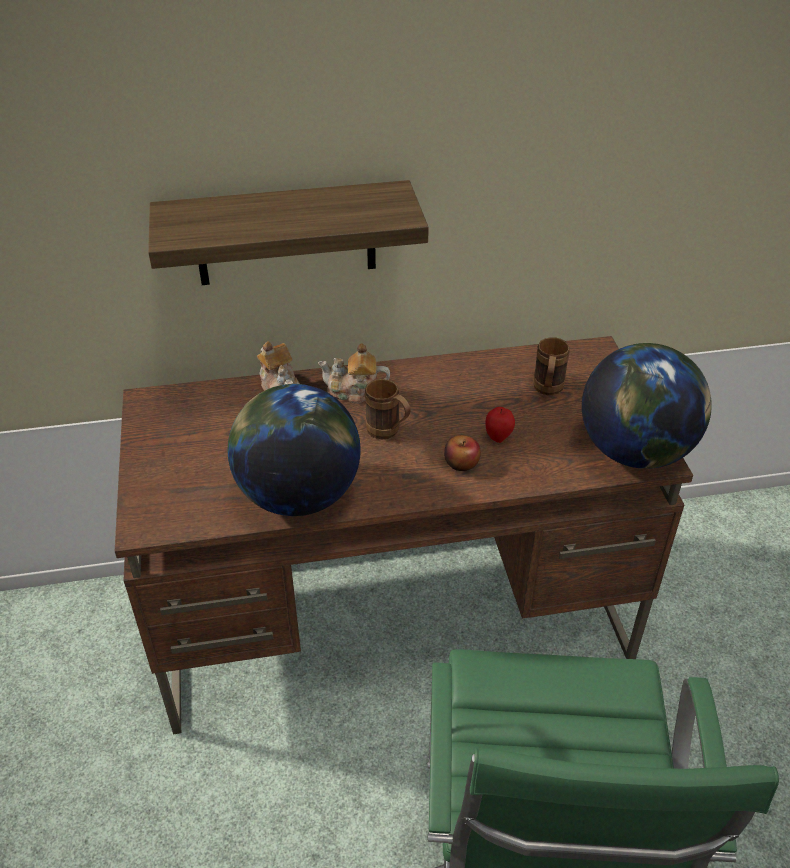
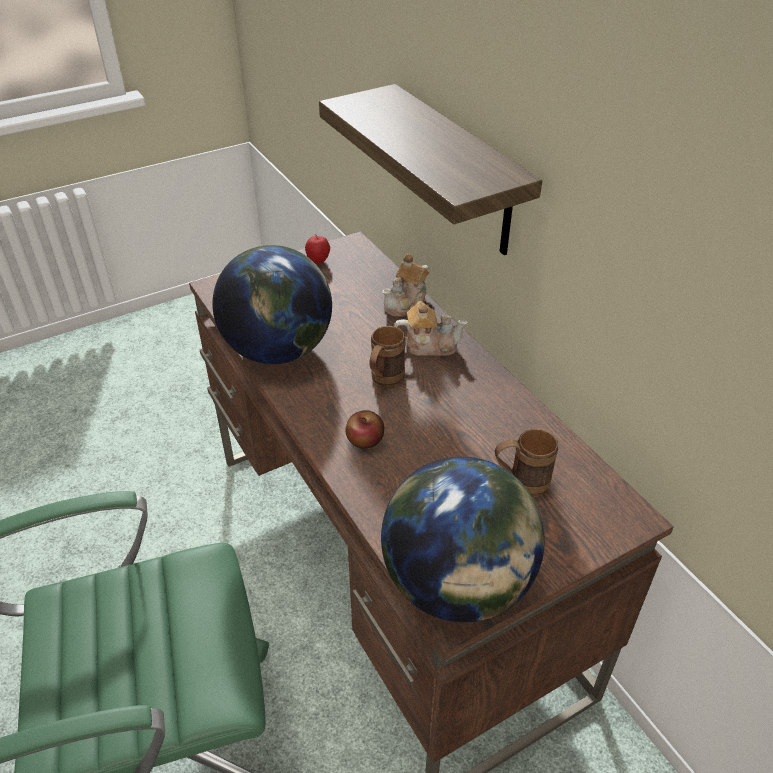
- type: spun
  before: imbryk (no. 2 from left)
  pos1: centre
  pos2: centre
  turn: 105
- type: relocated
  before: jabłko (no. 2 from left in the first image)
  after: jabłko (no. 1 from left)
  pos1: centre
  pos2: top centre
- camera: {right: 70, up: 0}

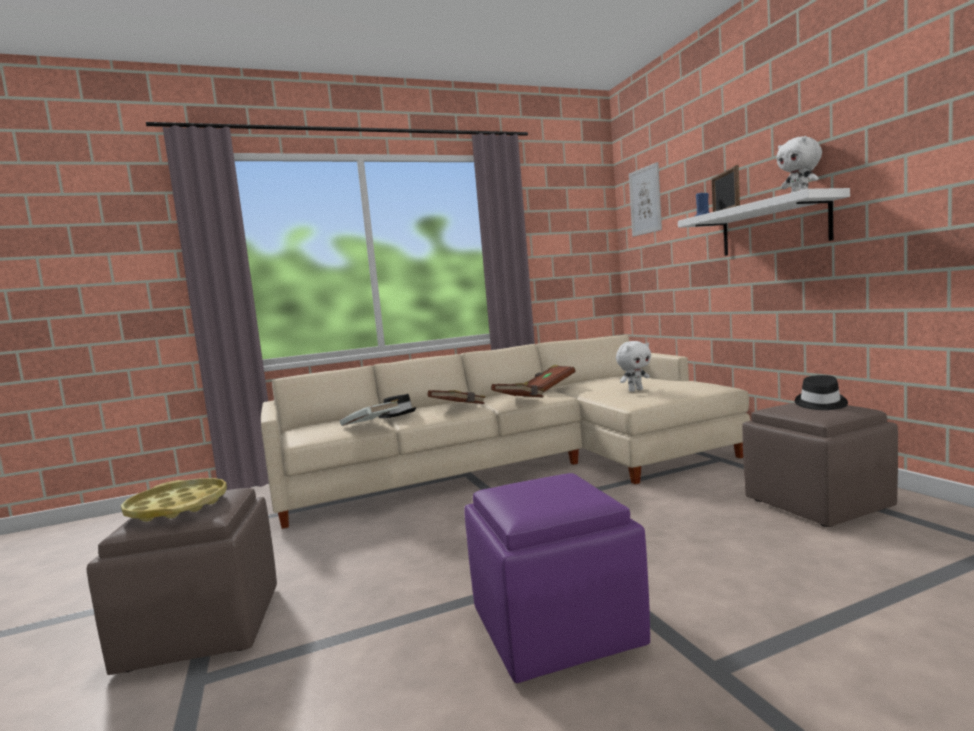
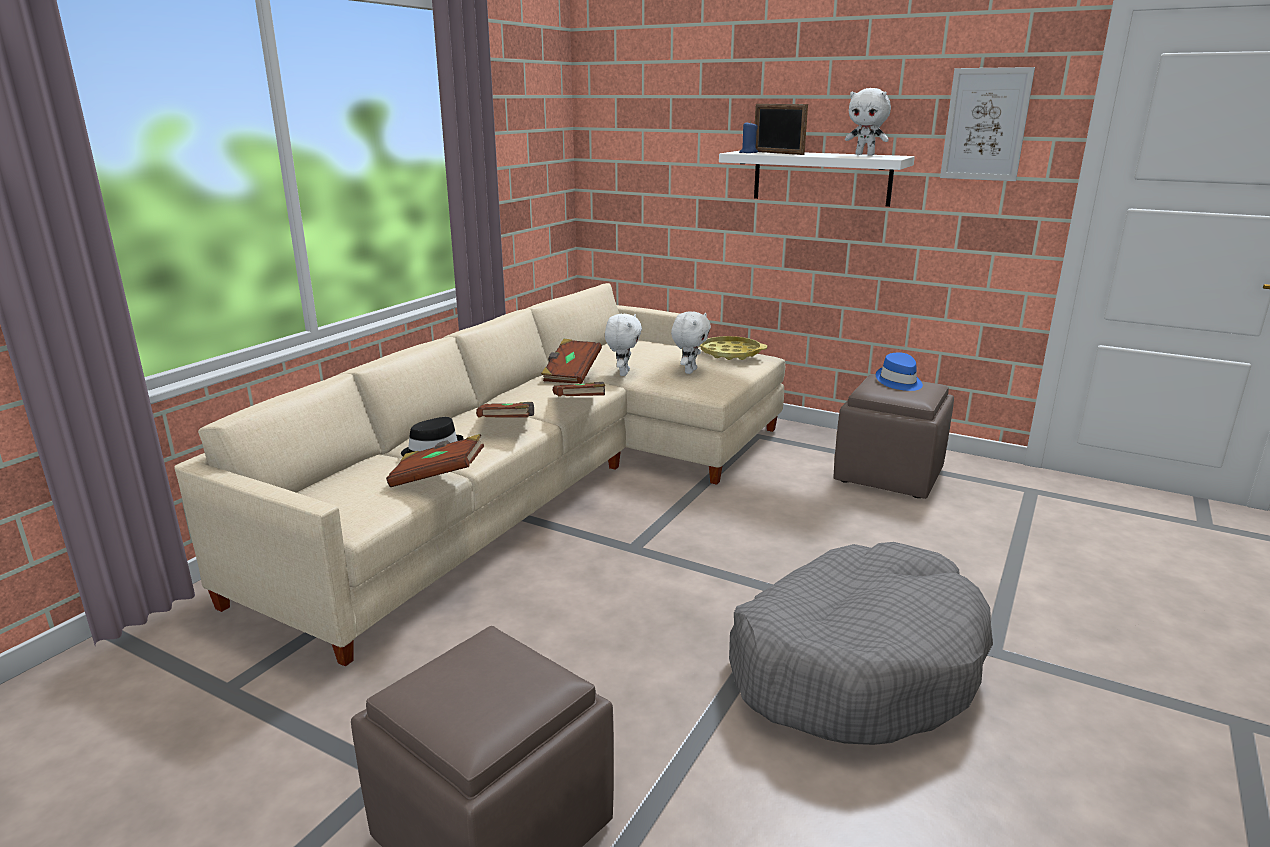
- type: relocated
  before: taca (żółty)
  pos1: bottom left
  pos2: centre
- type: colour
  before: książka (biały)
  after: książka (brązowy) (no. 1 from left)
  pos1: centre
  pos2: centre
- type: exchanged
  before: pufa (fioletowy)
  after: legowisko (szary)
  pos1: bottom centre
  pos2: bottom right
- type: relocated
  before: obraz
  pos1: top centre
  pos2: top right
- type: colour
  before: kapelusz (czarny) (no. 2 from left)
  after: kapelusz (niebieski)
  pos1: middle right
  pos2: middle right
- type: appeared
  after: pluszak (biały) (no. 1 from left)
  pos2: centre
- camera: {right: -40, up: 15}

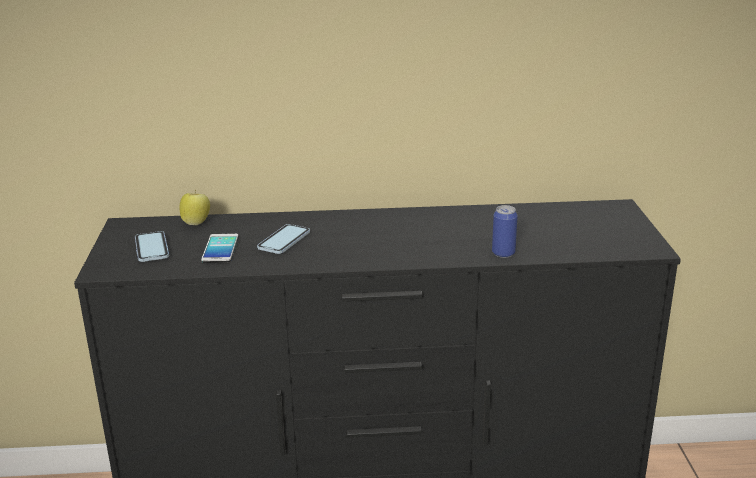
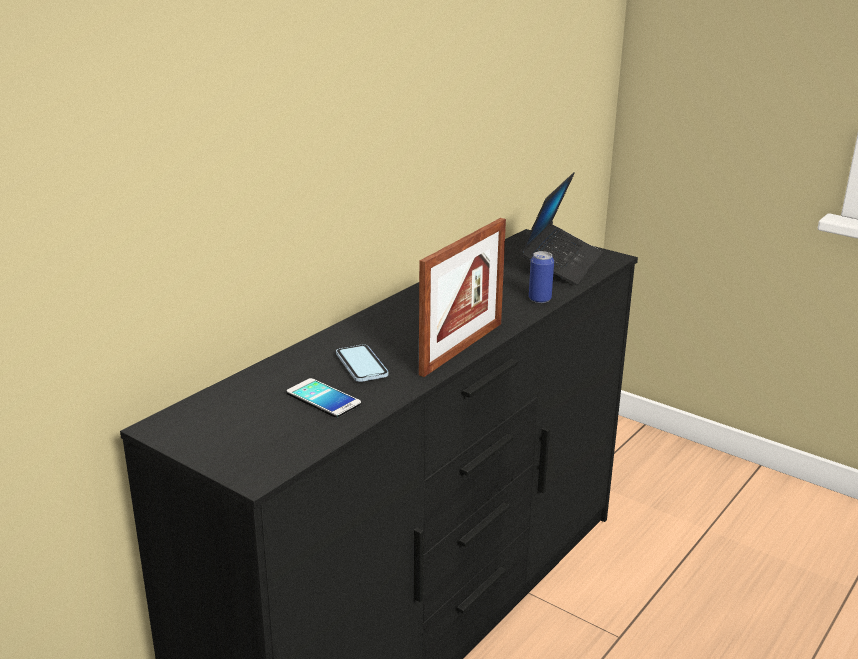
- type: missing
  before: telefon (no. 1 from left)
  pos1: middle left
- type: missing
  before: jabłko
  pos1: middle left
- type: appeared
  after: ramka na zdjęcie
  pos2: centre
- type: appeared
  after: laptop
  pos2: centre
- camera: {right: -50, up: 0}

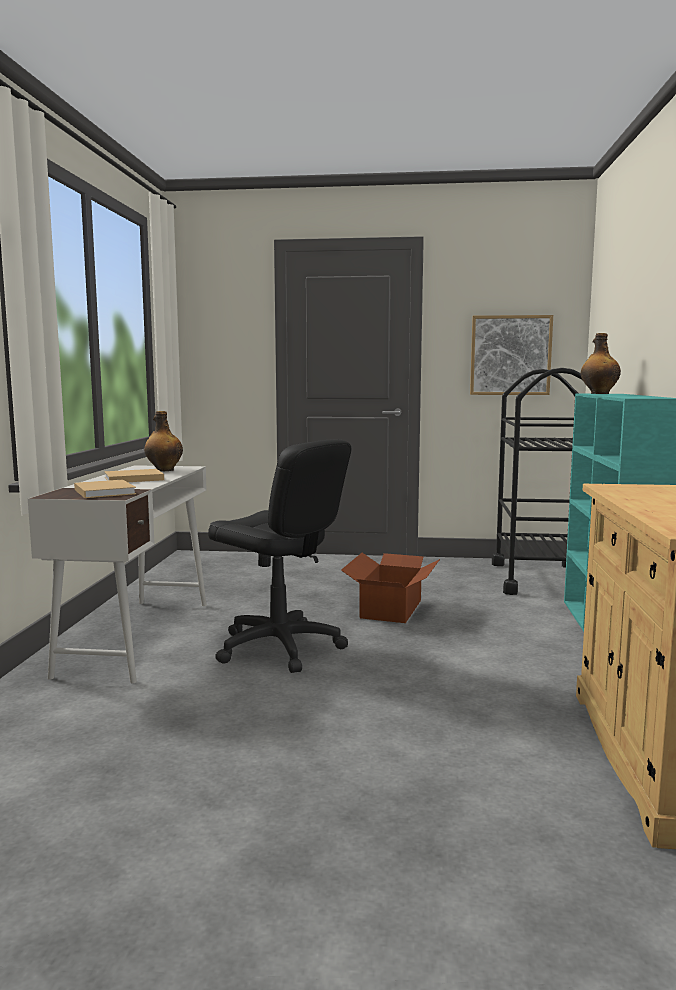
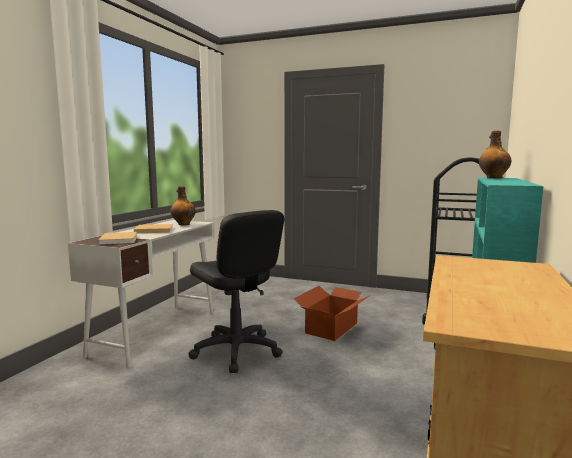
- type: missing
  before: obraz
  pos1: middle right
- camera: {right: 15, up: 0}

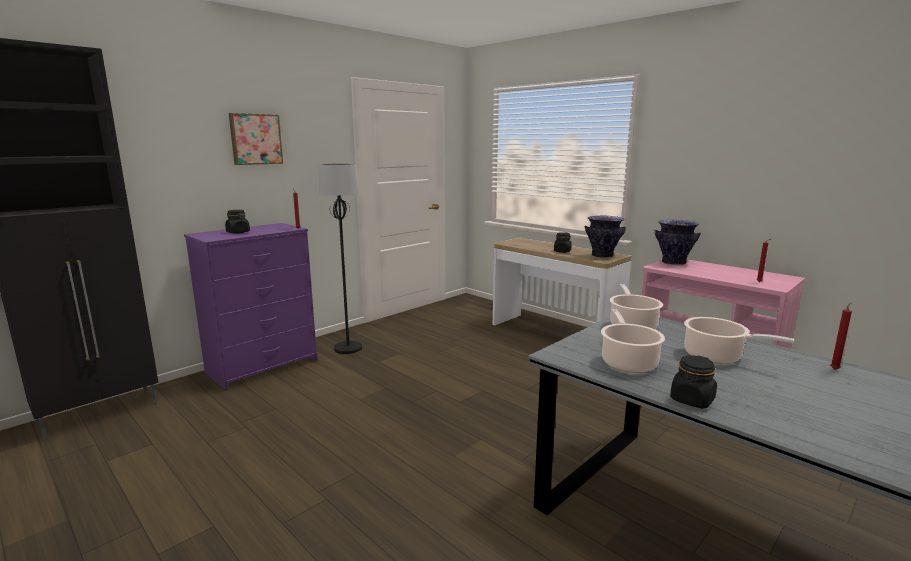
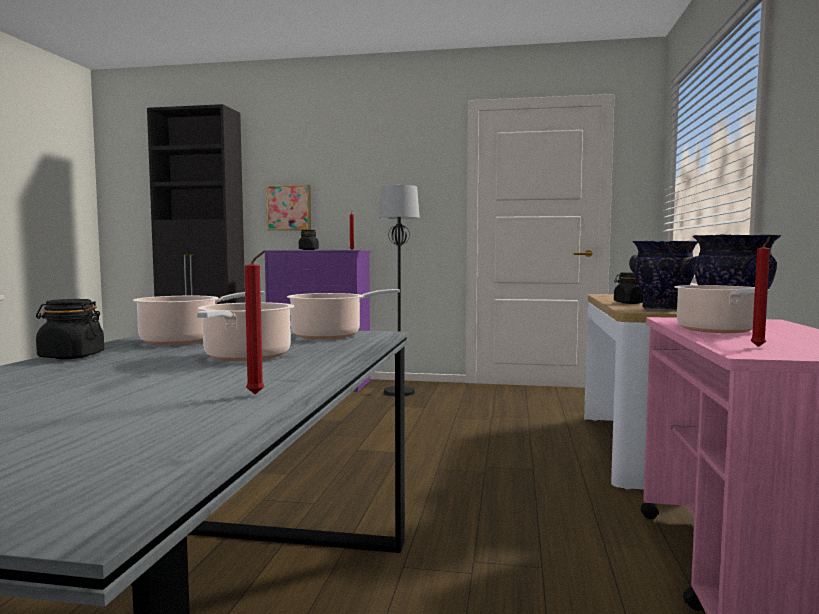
- type: relocated
  before: obraz
  pos1: top left
  pos2: centre
- type: appeared
  after: garnek (no. 4 from left)
  pos2: middle right
- camera: {right: 55, up: -10}

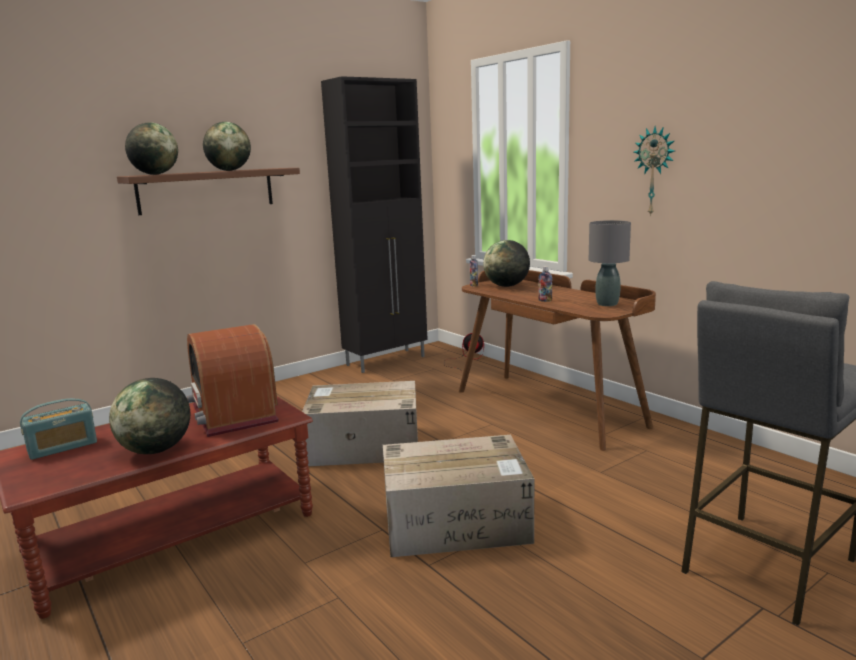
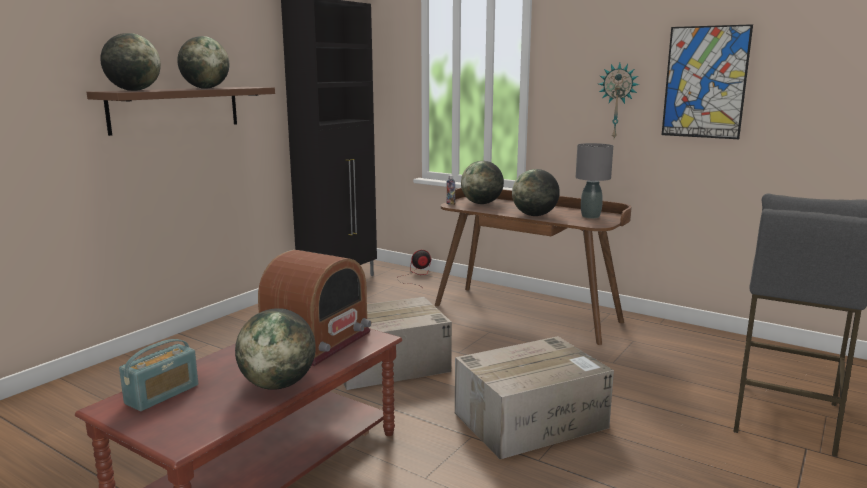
- type: spun
  before: radio (no. 2 from left)
  pos1: middle left
  pos2: centre
  turn: -105
- type: exchanged
  before: butelka (no. 2 from left)
  after: globus (no. 5 from left)
  pos1: centre
  pos2: centre
- type: appeared
  after: obraz
  pos2: top right
- camera: {right: -20, up: 0}

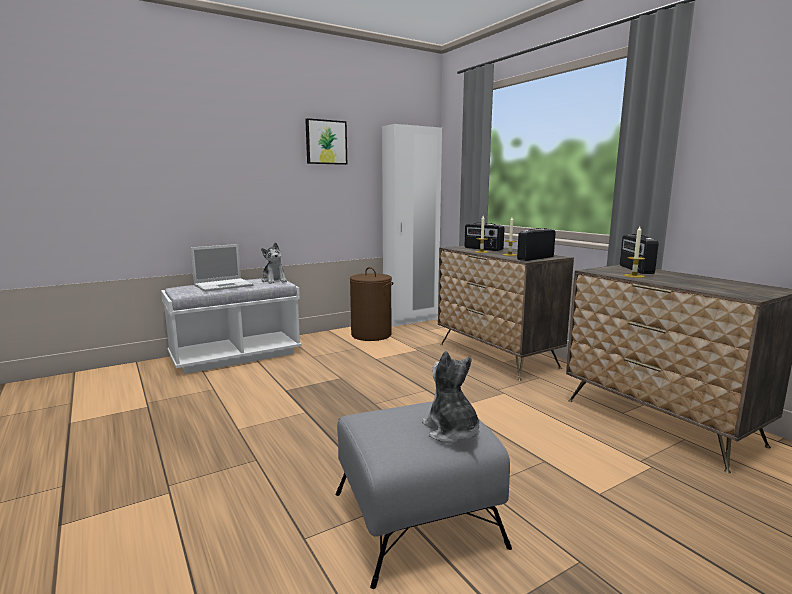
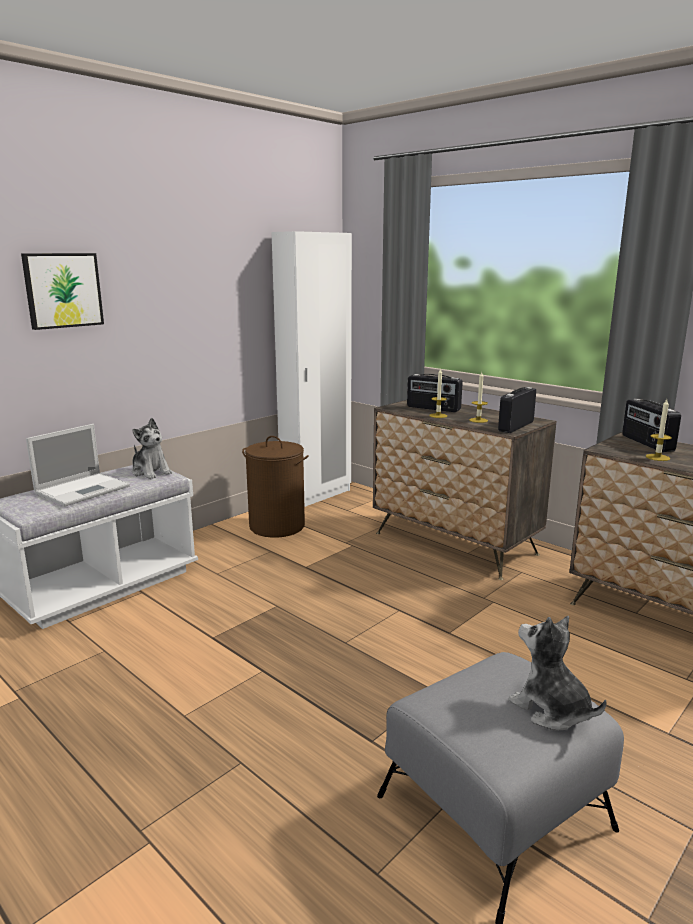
- type: relocated
  before: obraz
  pos1: top centre
  pos2: top left
- camera: {right: -15, up: 5}

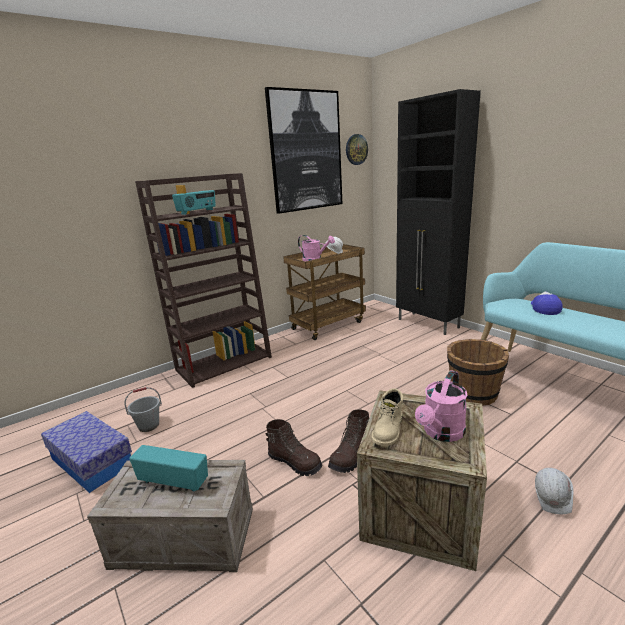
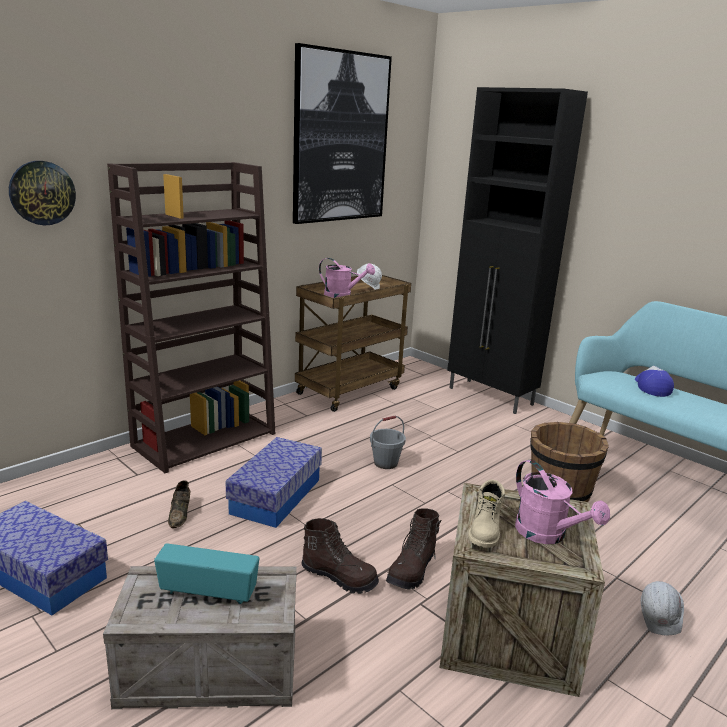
- type: relocated
  before: wiadro (szary)
  pos1: middle left
  pos2: centre
- type: missing
  before: radio (no. 2 from left)
  pos1: top left
- type: relocated
  before: zegar ścienny
  pos1: top centre
  pos2: top left
- type: spun
  before: konewka (różowy) (no. 2 from left)
  pos1: middle right
  pos2: bottom right
  turn: -60
- type: appeared
  after: but (brązowy)
  pos2: bottom left
- type: appeared
  after: pojemnik do przechowywania (no. 2 from left)
  pos2: centre
- camera: {right: -10, up: 0}

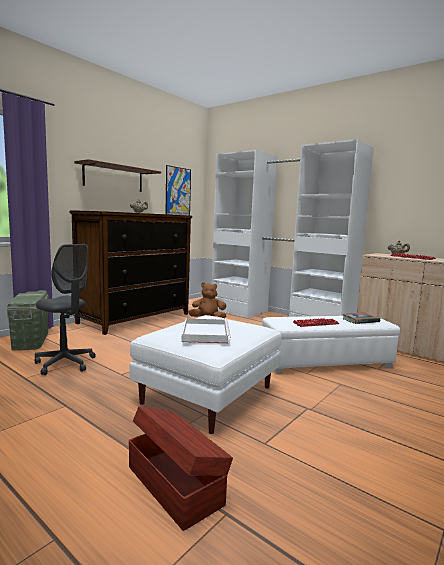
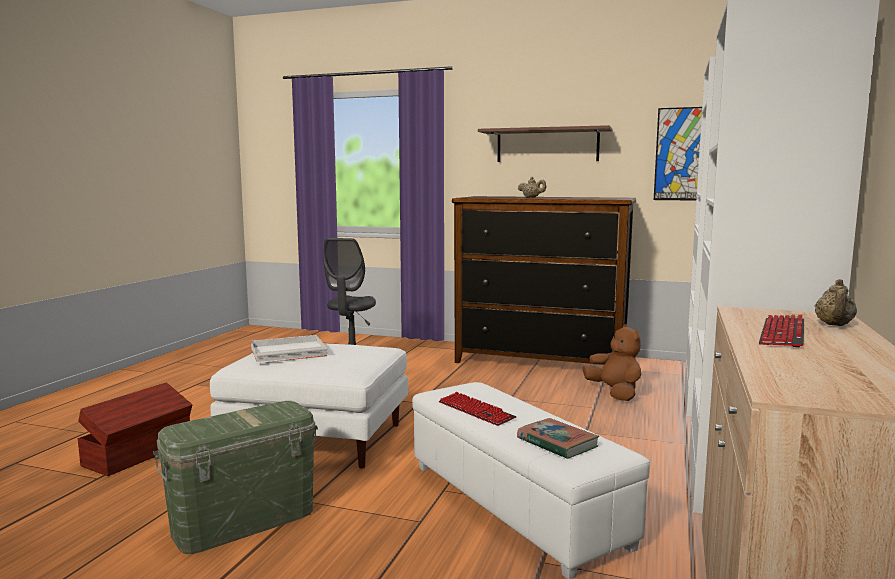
- type: relocated
  before: pojemnik do przechowywania (zielony)
  pos1: middle left
  pos2: bottom left
- camera: {right: 70, up: 0}

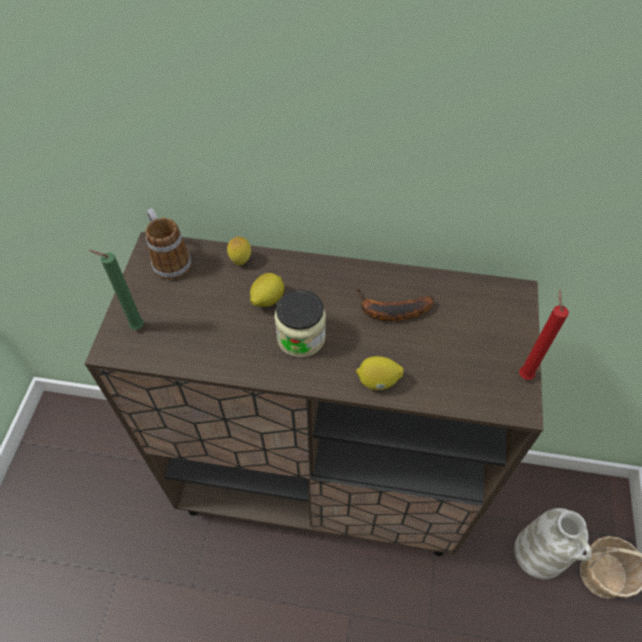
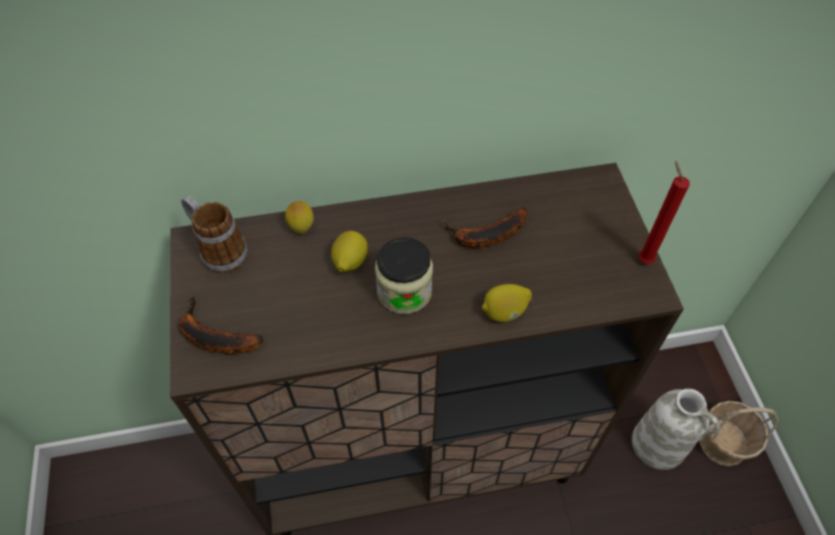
- type: exchanged
  before: świeca (zielony)
  after: banan (no. 1 from left)
  pos1: middle left
  pos2: middle left
- camera: {right: -20, up: 0}

